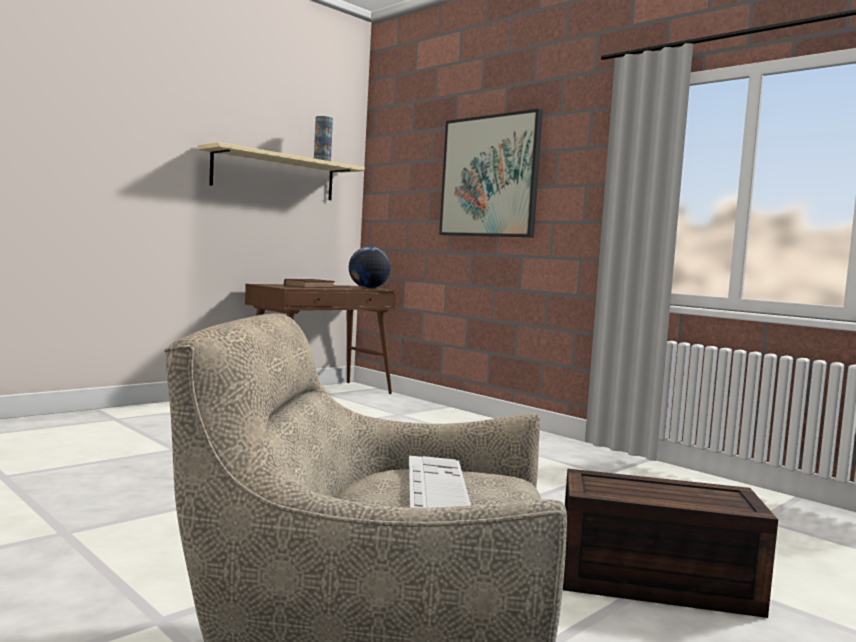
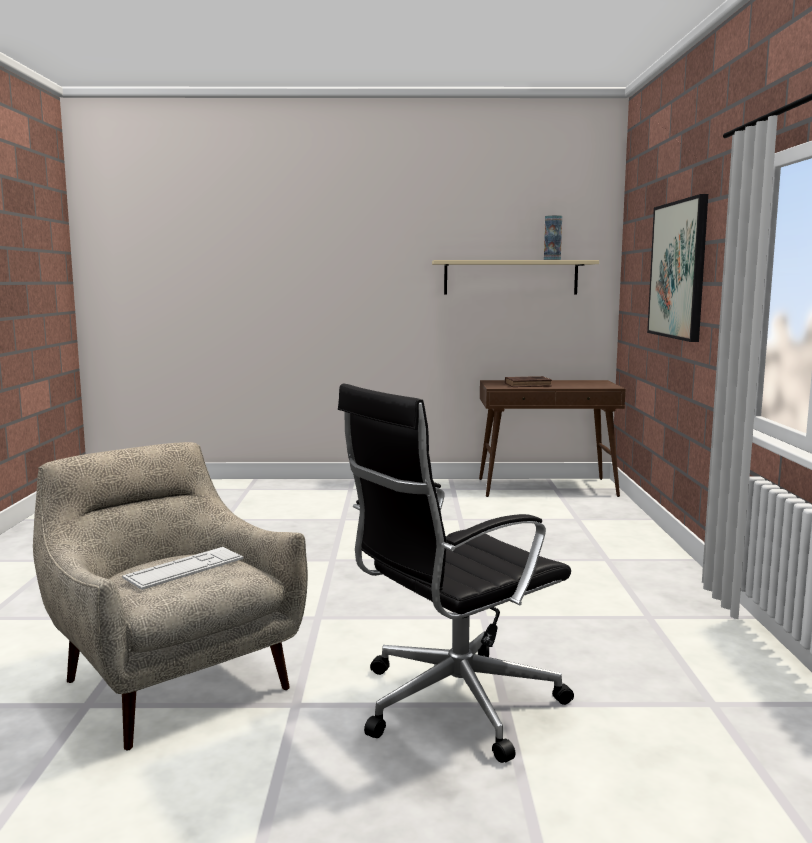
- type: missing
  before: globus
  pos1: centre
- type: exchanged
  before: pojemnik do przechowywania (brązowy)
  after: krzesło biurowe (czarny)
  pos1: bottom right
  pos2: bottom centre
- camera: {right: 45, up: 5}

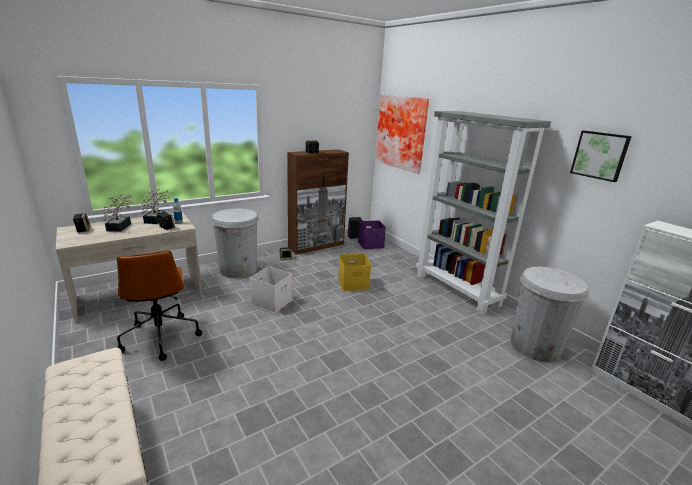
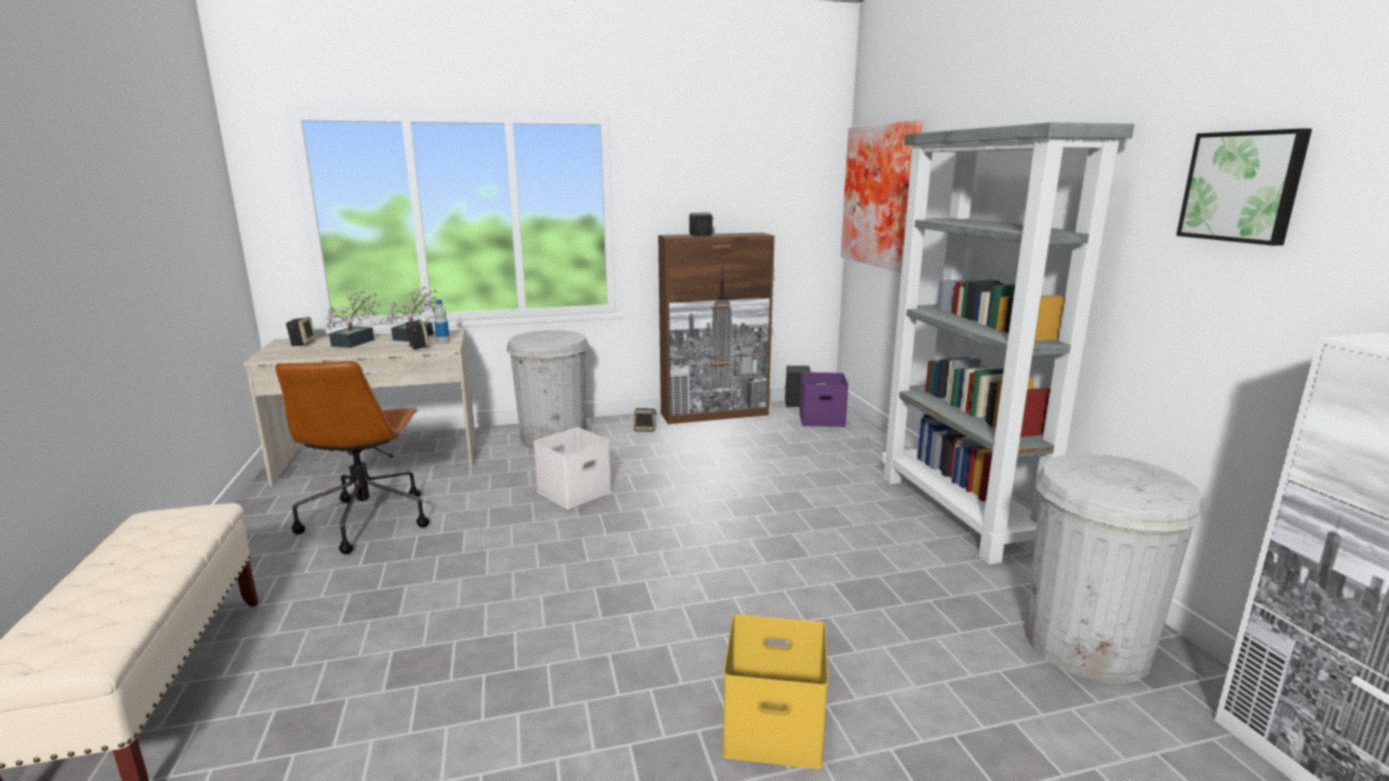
- type: relocated
  before: pojemnik do przechowywania (żółty)
  pos1: centre
  pos2: bottom centre
- camera: {right: 20, up: -5}

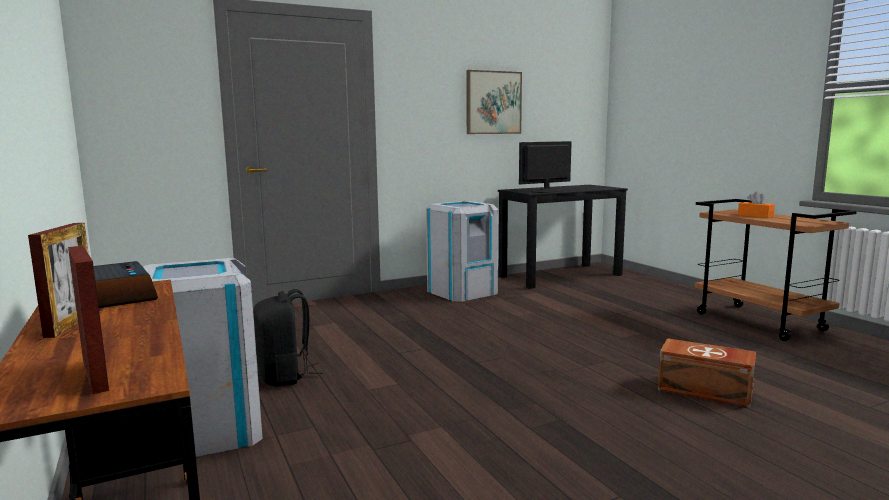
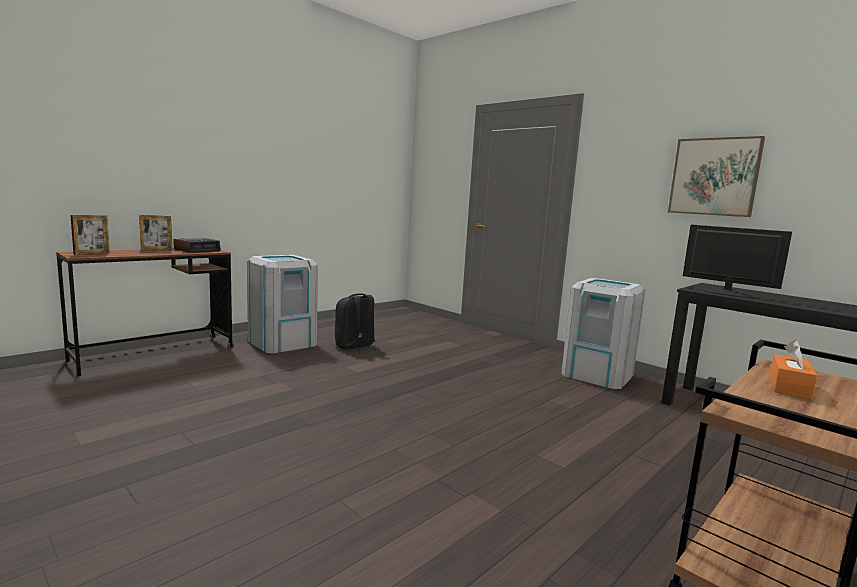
- type: missing
  before: pojemnik do przechowywania (brązowy)
  pos1: bottom right
- camera: {right: 70, up: 0}

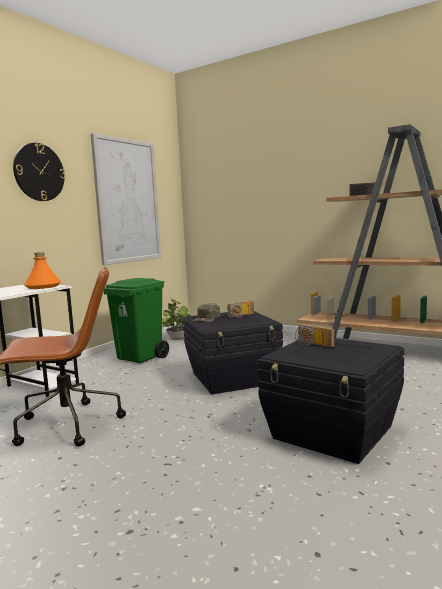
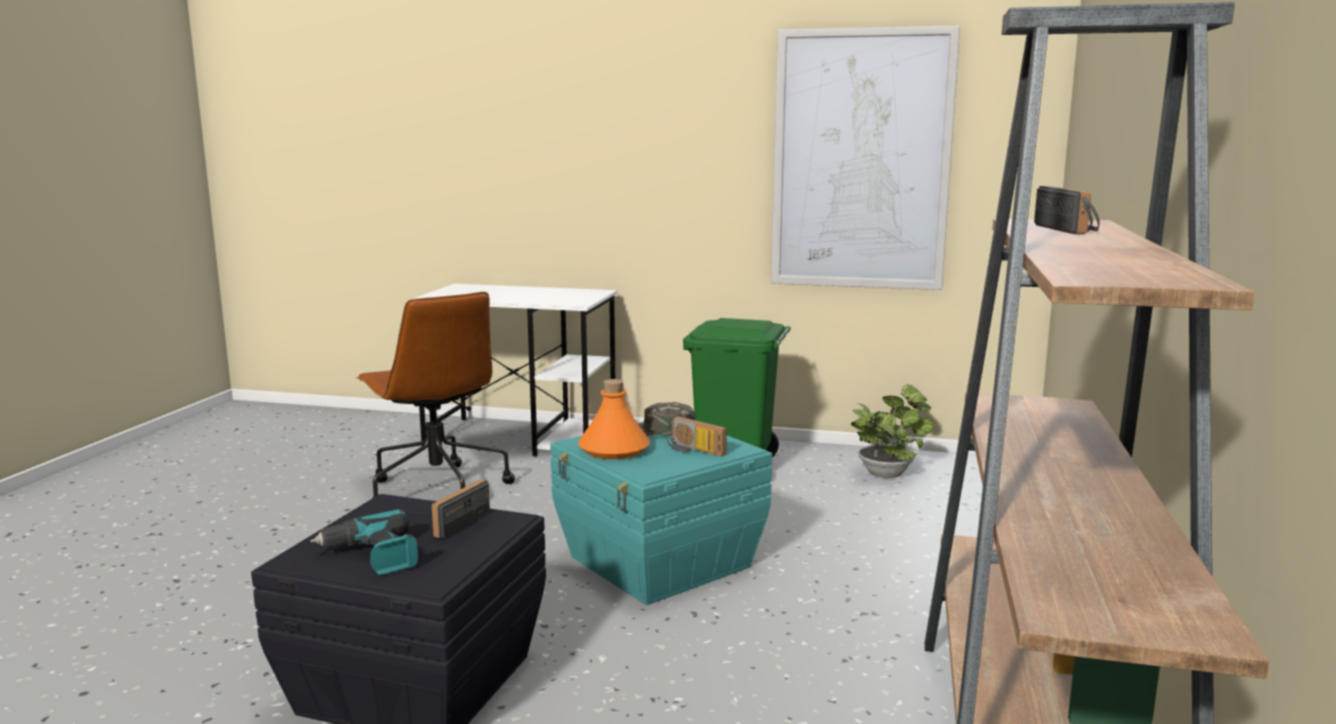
- type: missing
  before: zegar ścienny
  pos1: top left
- type: relocated
  before: butelka (pomarańczowy)
  pos1: middle left
  pos2: centre
- type: colour
  before: pojemnik do przechowywania (czarny) (no. 1 from left)
  after: pojemnik do przechowywania (turkusowy)
  pos1: centre
  pos2: bottom centre
- type: appeared
  after: wiertarka
  pos2: bottom left
- camera: {right: 70, up: 5}

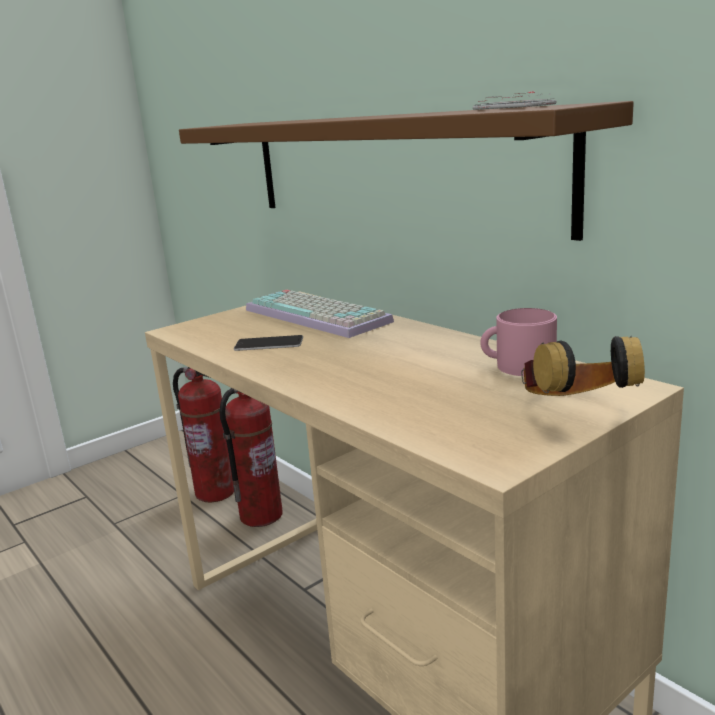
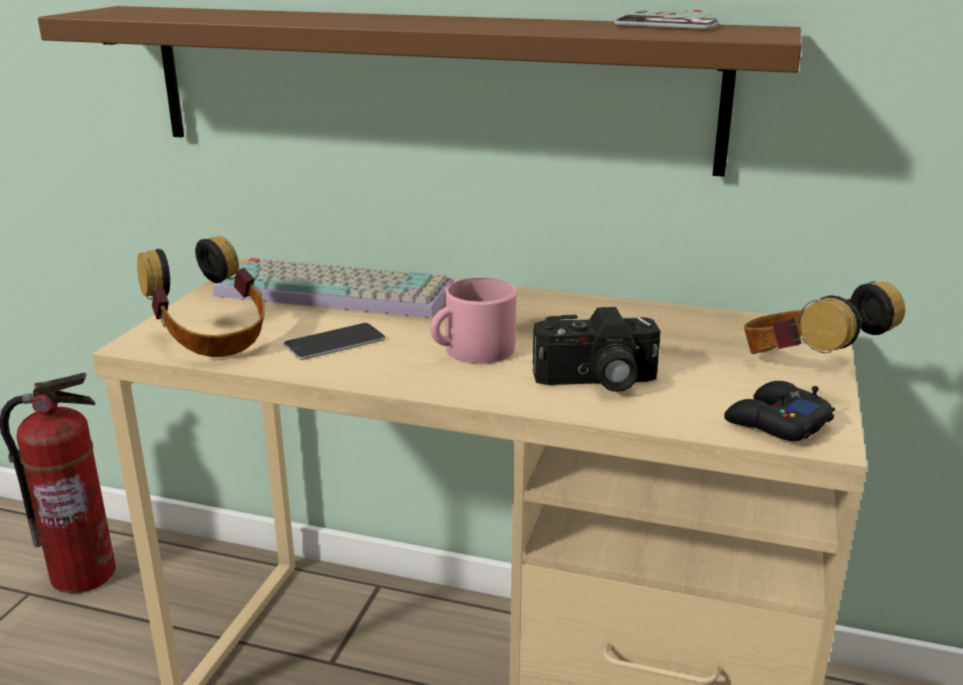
- type: missing
  before: gaśnica (no. 2 from left)
  pos1: centre
- type: relocated
  before: kubek (różowy)
  pos1: middle right
  pos2: centre
- type: appeared
  after: słuchawki (no. 1 from left)
  pos2: middle left
- type: appeared
  after: aparat fotograficzny
  pos2: centre
- type: appeared
  after: pad do gier (czarny)
  pos2: middle right
- camera: {right: -35, up: 5}

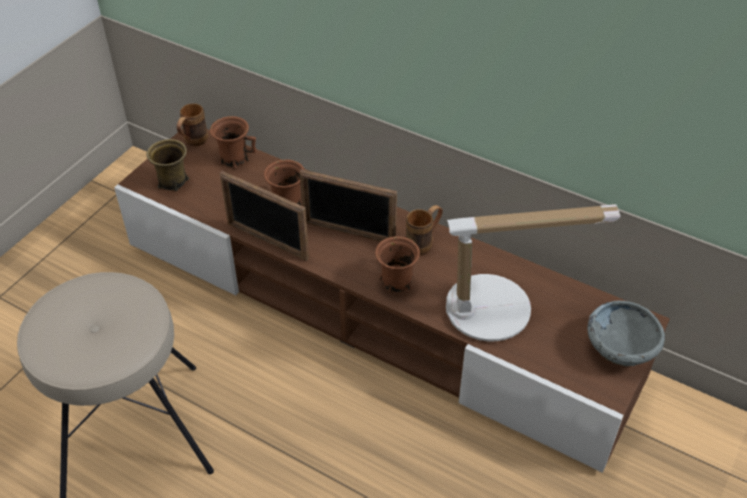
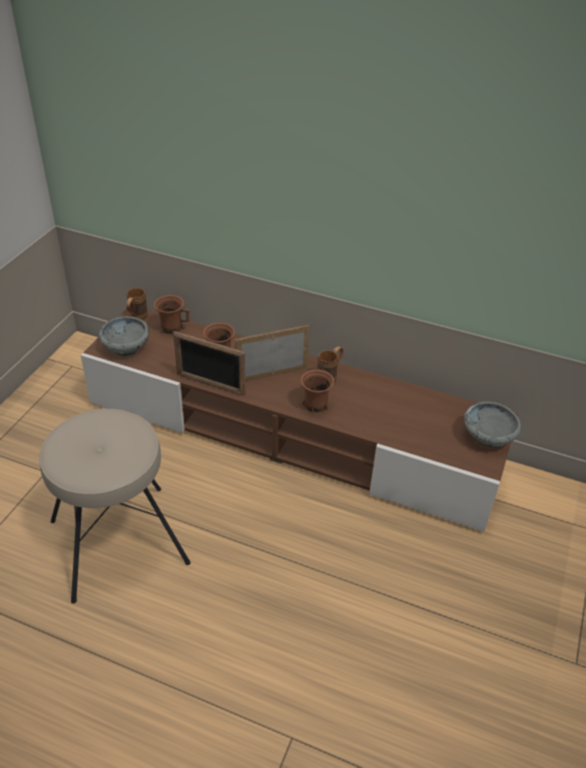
- type: exchanged
  before: kubek (brązowy) (no. 1 from left)
  after: miska (szary) (no. 1 from left)
  pos1: top left
  pos2: middle left
- type: spun
  before: ramka na zdjęcie (no. 2 from left)
  pos1: centre
  pos2: centre
  turn: 150
- type: missing
  before: lampa stołowa
  pos1: middle right
- camera: {right: -10, up: -5}

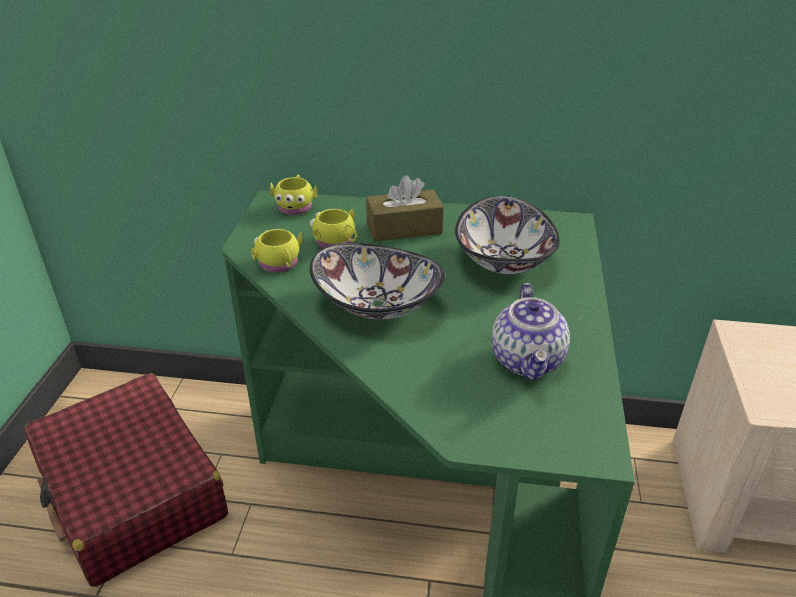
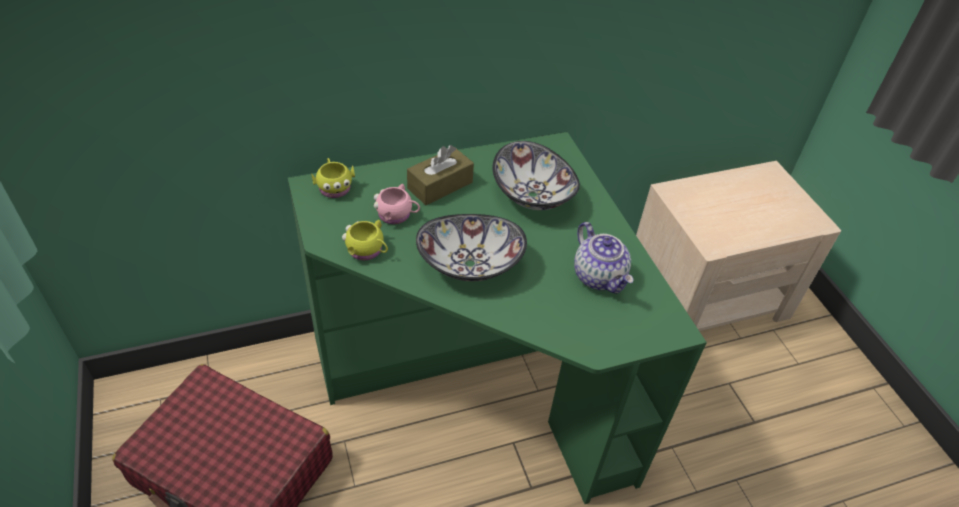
- type: colour
  before: kubek (żółty) (no. 3 from left)
  after: kubek (różowy)
  pos1: centre
  pos2: centre
- camera: {right: -30, up: 10}

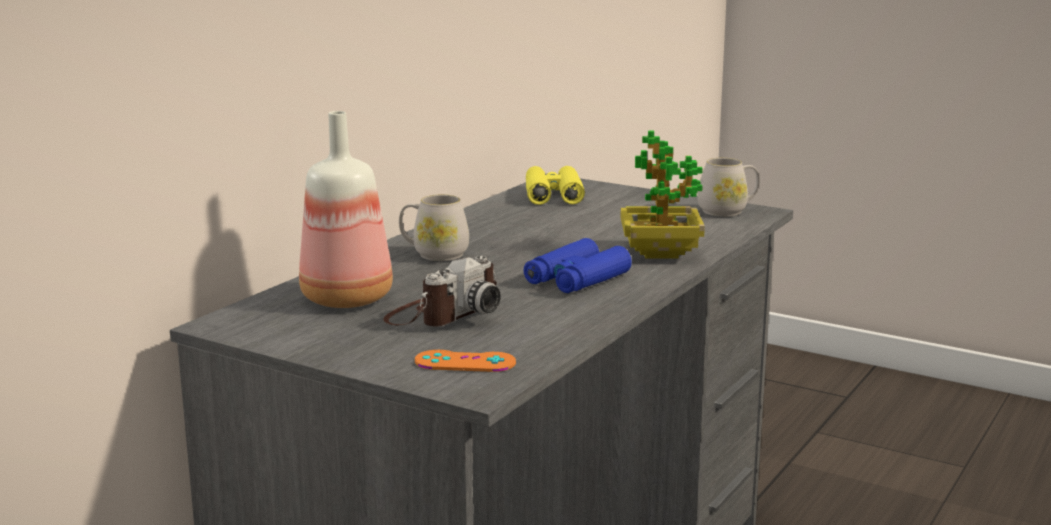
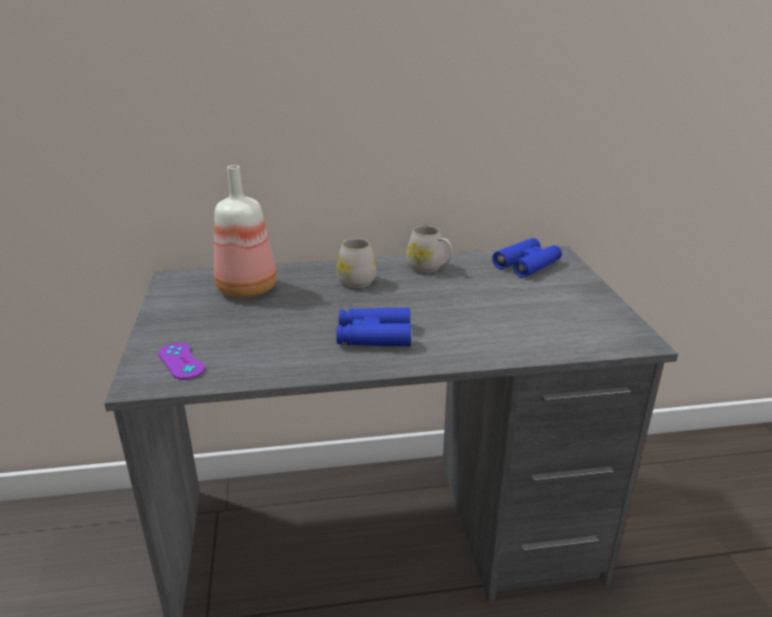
- type: missing
  before: aparat fotograficzny
  pos1: centre
- type: colour
  before: pad do gier (pomarańczowy)
  after: pad do gier (fioletowy)
  pos1: bottom centre
  pos2: middle left
- type: colour
  before: lornetka (żółty)
  after: lornetka (niebieski) (no. 2 from left)
  pos1: centre
  pos2: middle right
- type: missing
  before: roślina doniczkowa
  pos1: centre
- type: relocated
  before: kubek (biały) (no. 2 from left)
  pos1: middle right
  pos2: centre
- camera: {right: 50, up: 10}

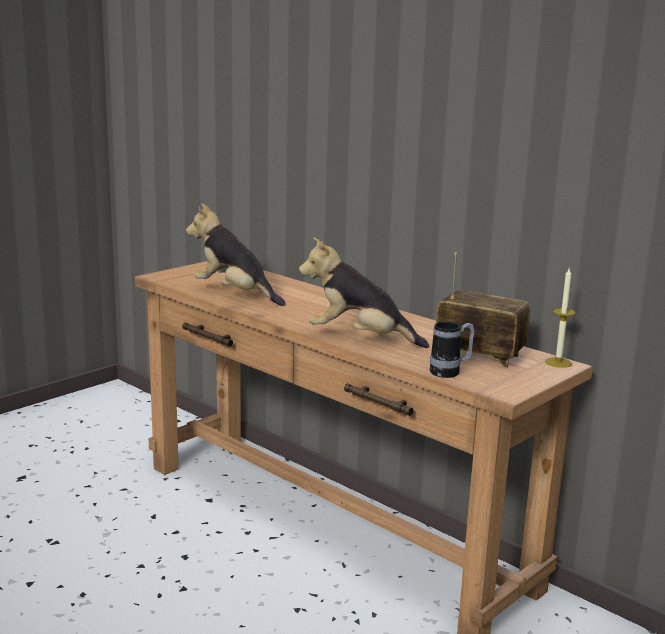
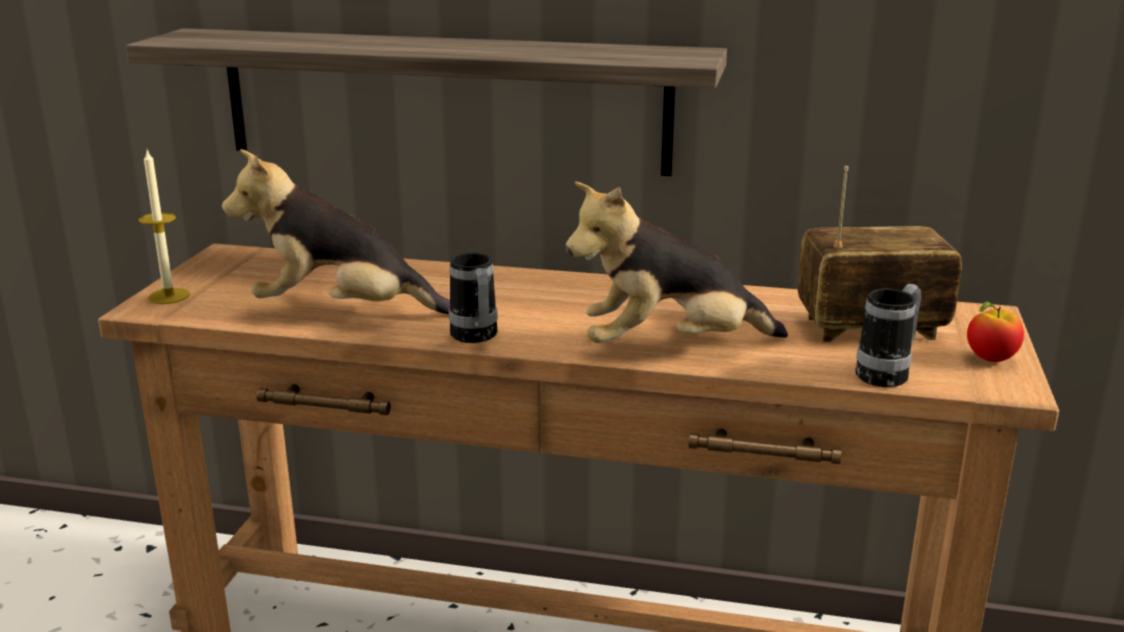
- type: relocated
  before: świeca
  pos1: middle right
  pos2: middle left
- type: appeared
  after: półka
  pos2: top centre
- type: appeared
  after: kubek (no. 1 from left)
  pos2: centre
- type: appeared
  after: jabłko
  pos2: middle right
- camera: {right: -30, up: 5}

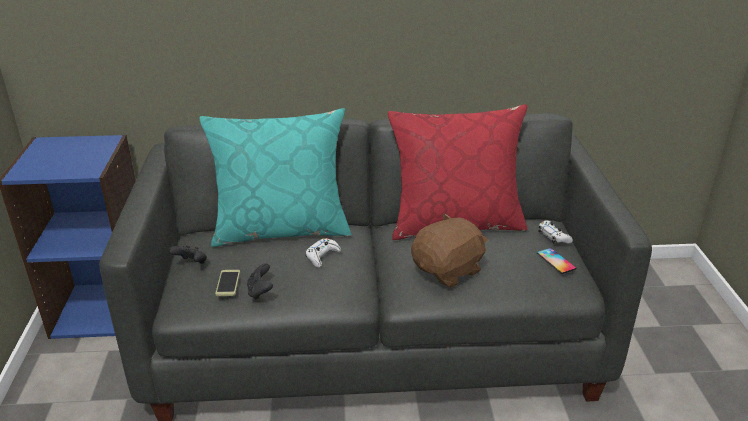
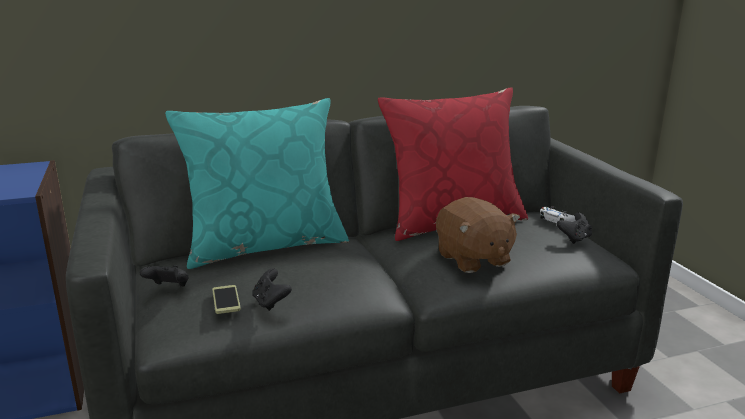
- type: missing
  before: pad do gier (biały) (no. 1 from left)
  pos1: centre
- type: spun
  before: pluszak (brązowy)
  pos1: centre
  pos2: centre
  turn: 120
- type: exchanged
  before: telefon (no. 2 from left)
  after: pad do gier (czarny) (no. 3 from left)
  pos1: middle right
  pos2: middle right
- camera: {right: -15, up: -10}

